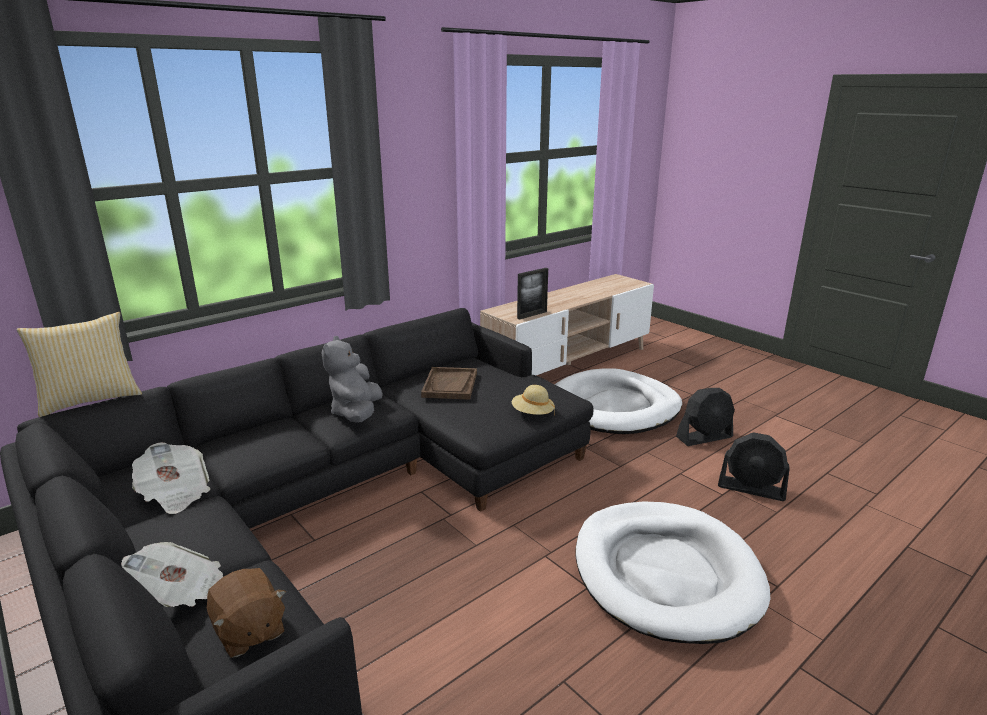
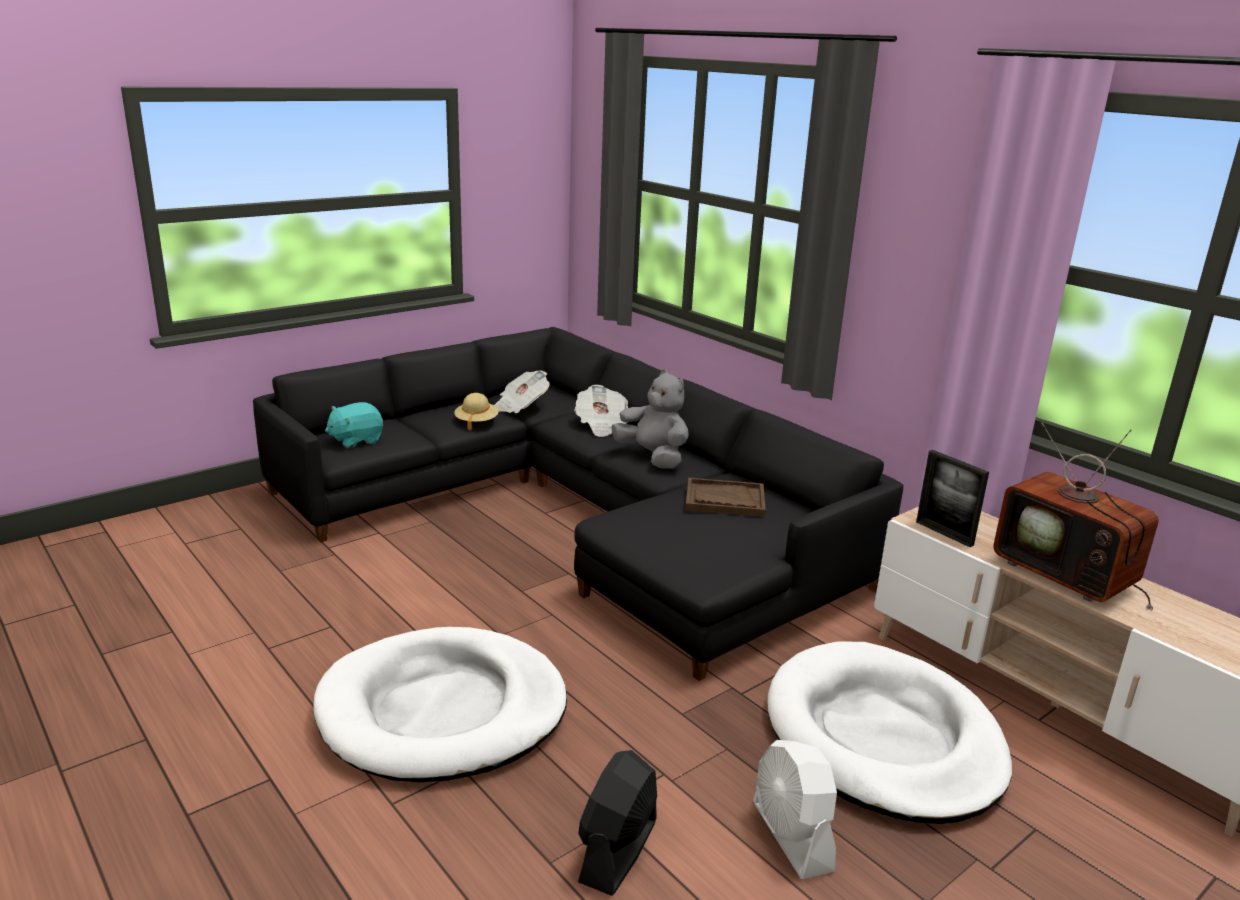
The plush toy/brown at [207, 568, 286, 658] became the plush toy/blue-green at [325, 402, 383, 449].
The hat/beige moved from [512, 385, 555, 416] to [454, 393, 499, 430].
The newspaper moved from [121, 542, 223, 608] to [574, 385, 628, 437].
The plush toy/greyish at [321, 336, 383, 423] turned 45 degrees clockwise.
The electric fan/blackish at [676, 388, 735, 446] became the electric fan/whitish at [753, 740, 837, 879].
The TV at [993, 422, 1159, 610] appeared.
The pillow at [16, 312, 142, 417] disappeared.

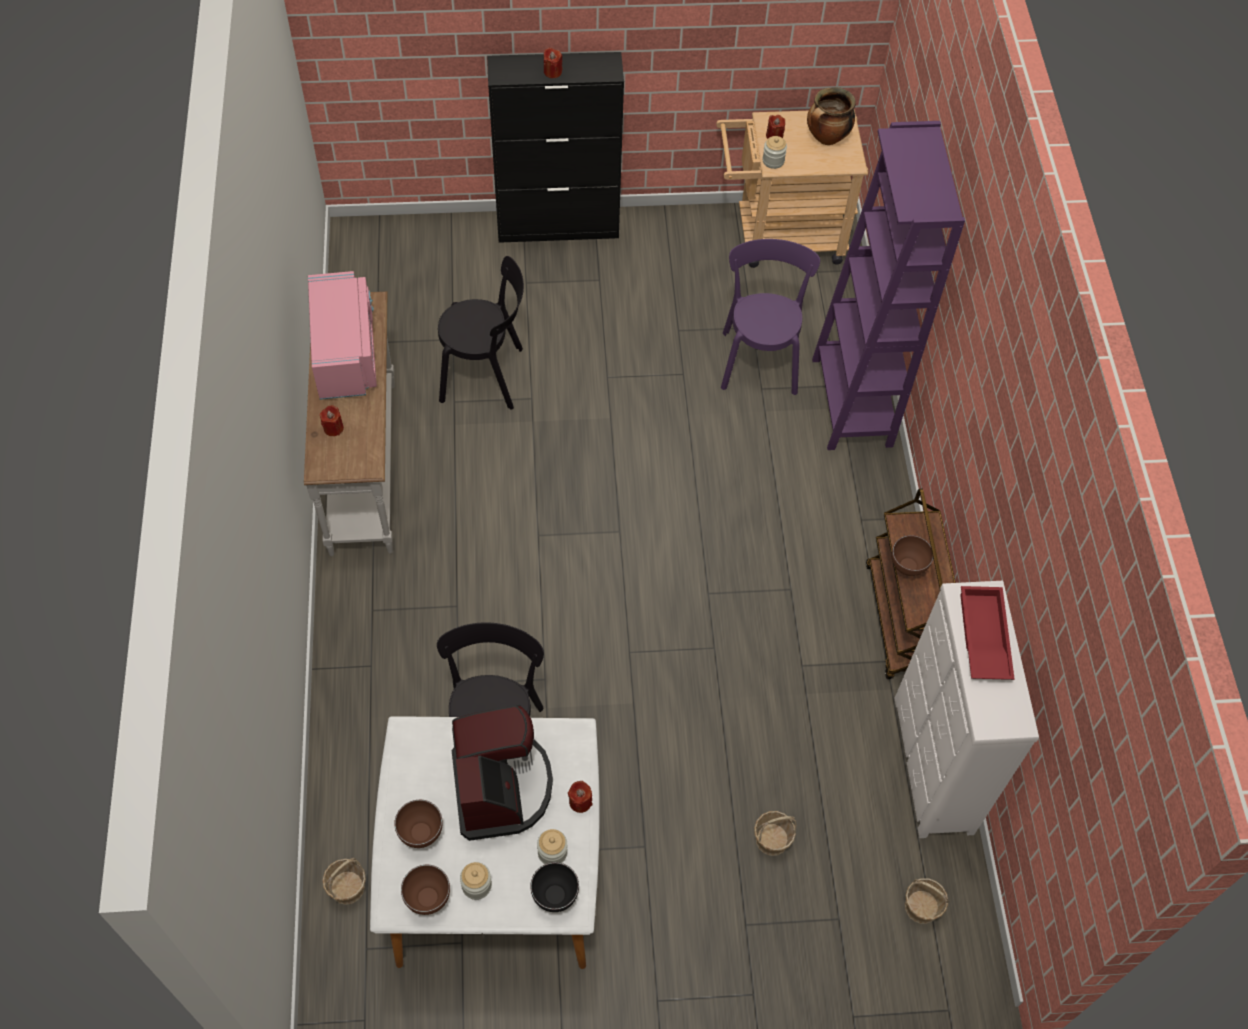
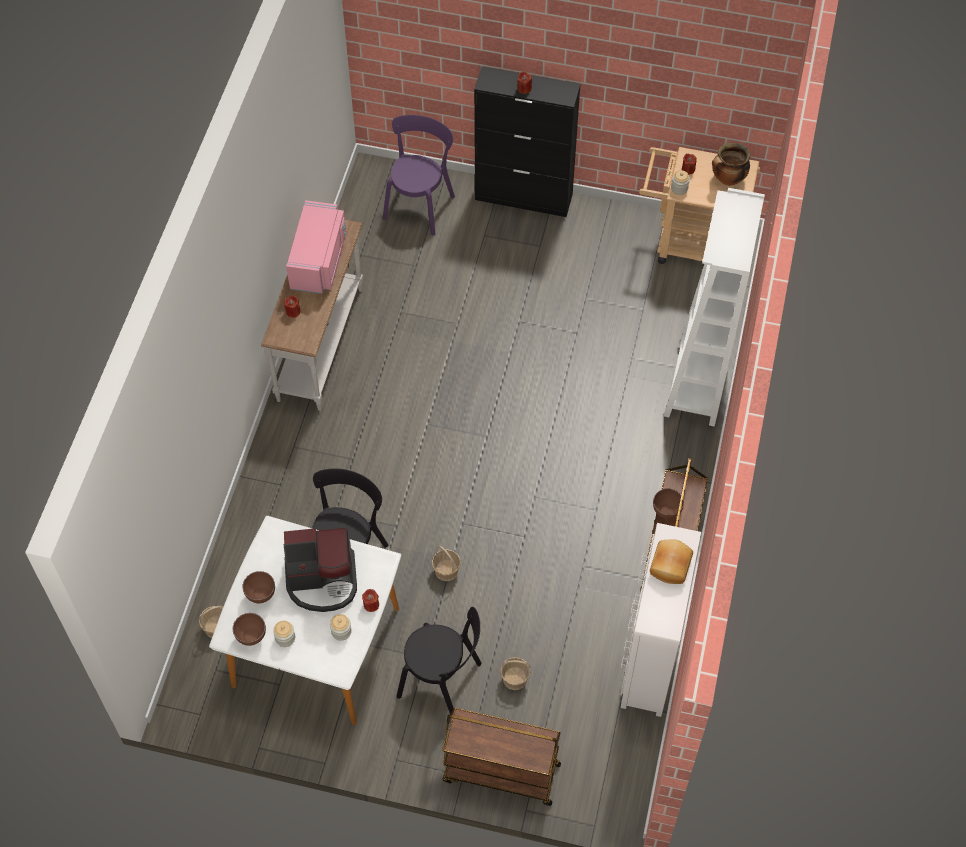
The coffee maker at [452, 705, 553, 841] turned 75 degrees clockwise.
The plain chair/purplish moved from [721, 239, 820, 395] to [383, 115, 455, 236].
The plain chair/blackish moved from [438, 256, 524, 409] to [396, 607, 482, 714].
The basket moved from [905, 878, 949, 924] to [432, 545, 461, 581].
The cart/brown at [442, 708, 561, 806] appeared.
The carrying tray/red at [960, 586, 1015, 680] was replaced by the baked bread at [650, 539, 693, 584].
The bookcase/purplish at [812, 121, 965, 450] became the bookcase/whitish at [664, 188, 765, 427].
The deep dish/blackish at [530, 862, 579, 912] disappeared.

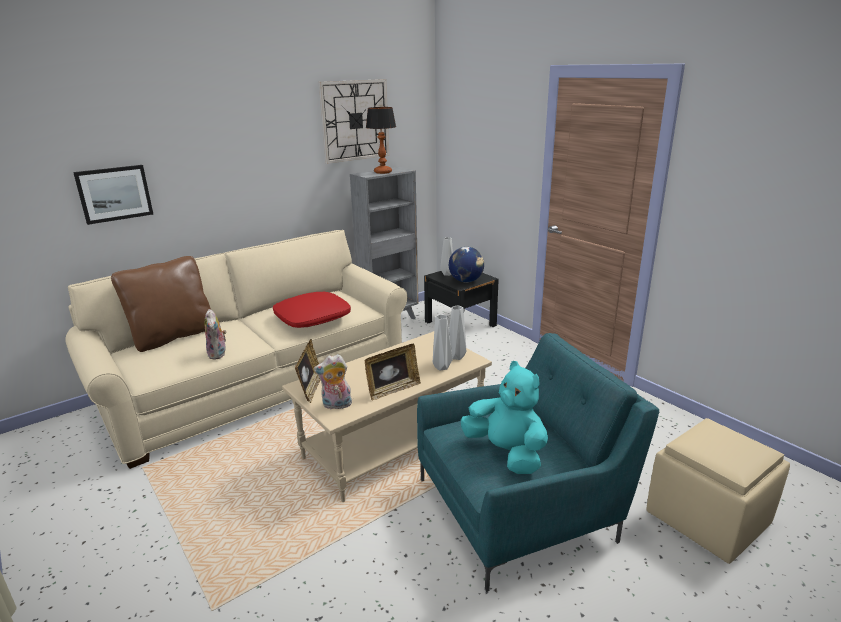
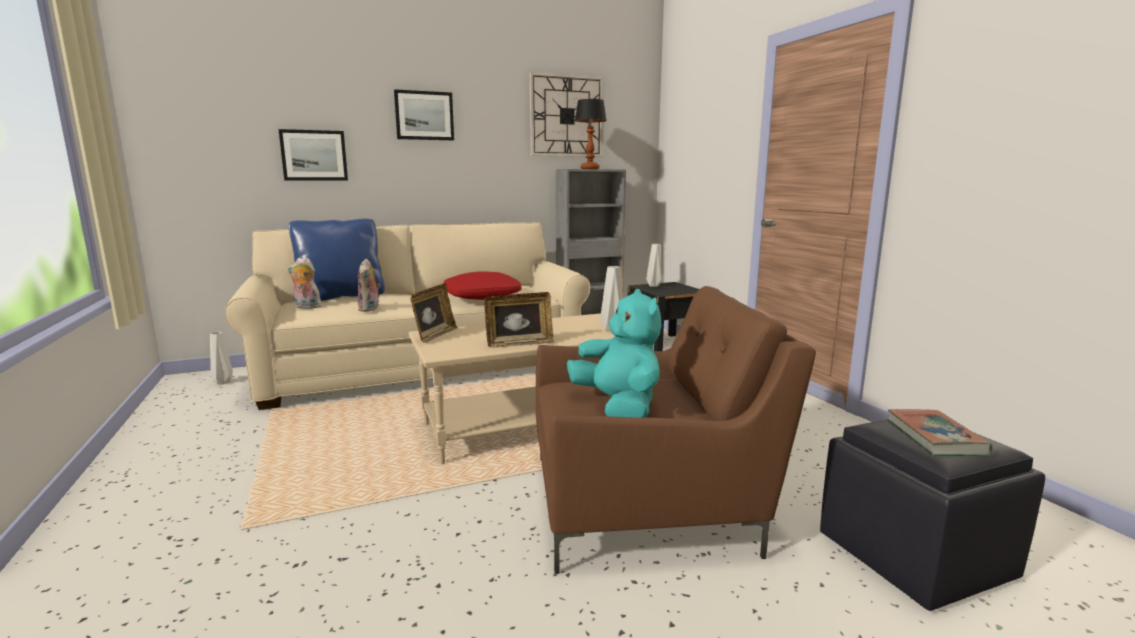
The flower vase/greyish moved from [433, 314, 453, 371] to [210, 332, 233, 384].
The pillow/brown at [111, 256, 211, 352] became the pillow/blue-coloured at [288, 219, 385, 301].
The plush toy moved from [314, 354, 352, 409] to [288, 258, 322, 309].
The picture at [394, 89, 454, 140] appeared.
The armchair/blue-green at [417, 333, 659, 592] became the armchair/brown at [536, 286, 816, 574].
The pouffe/beige at [646, 418, 790, 564] became the pouffe/blackish at [820, 419, 1045, 611].
The bound book at [887, 409, 992, 456] appeared.
The world globe at [449, 247, 484, 283] disappeared.

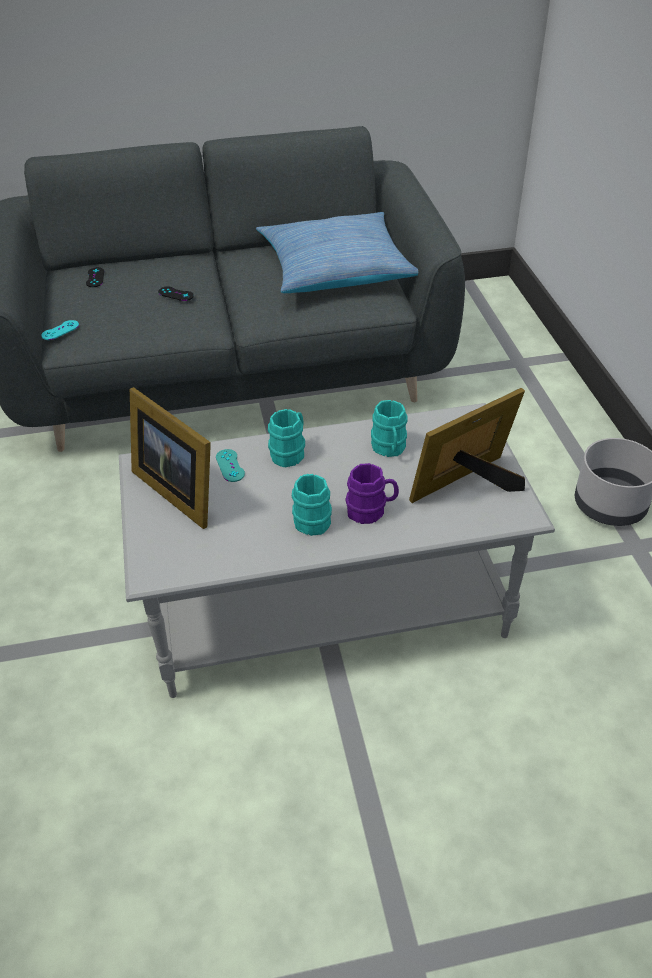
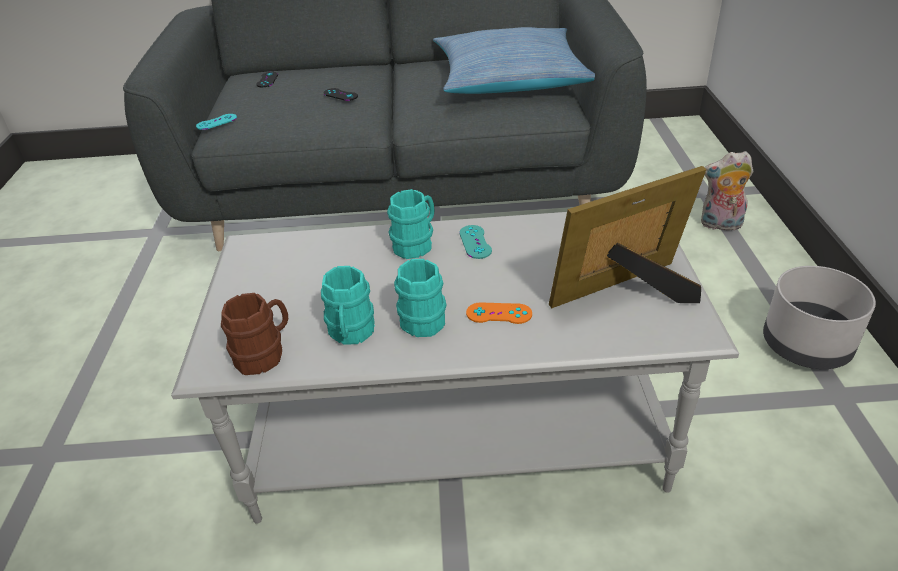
The mug/brown at [221, 293, 288, 375] appeared.
The mug/blue-green moved from [371, 400, 408, 457] to [321, 266, 375, 344].
The gamepad/blue-green moved from [216, 449, 245, 482] to [459, 225, 492, 259].
The mug/purplish at [345, 463, 399, 524] was replaced by the gamepad/orange at [466, 302, 532, 324].
The plush toy at [701, 151, 753, 233] appeared.
The photo frame at [130, 387, 211, 529] disappeared.

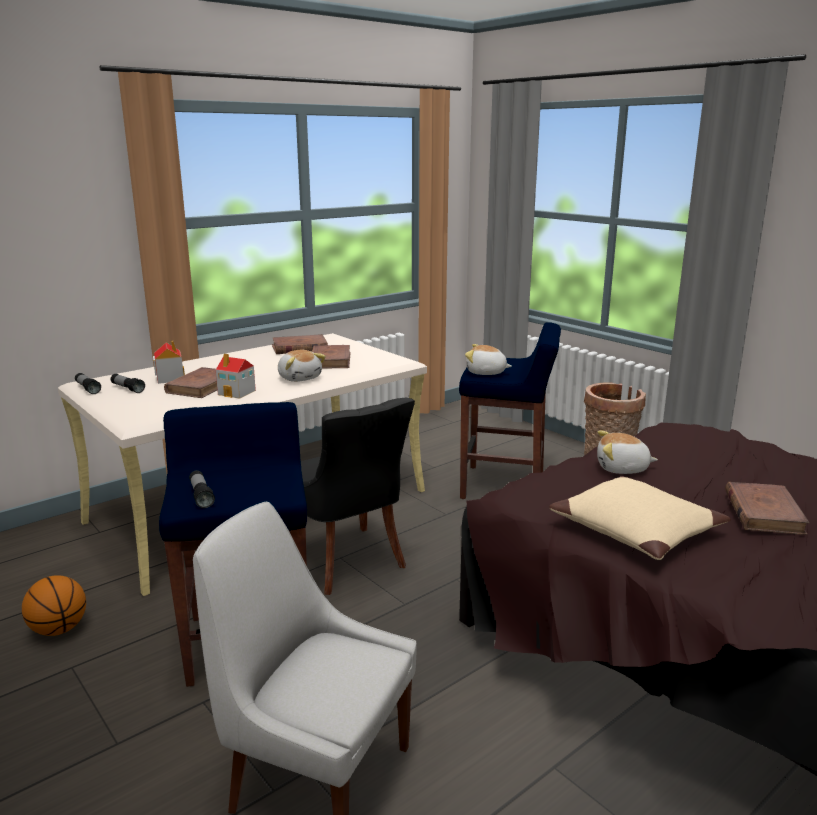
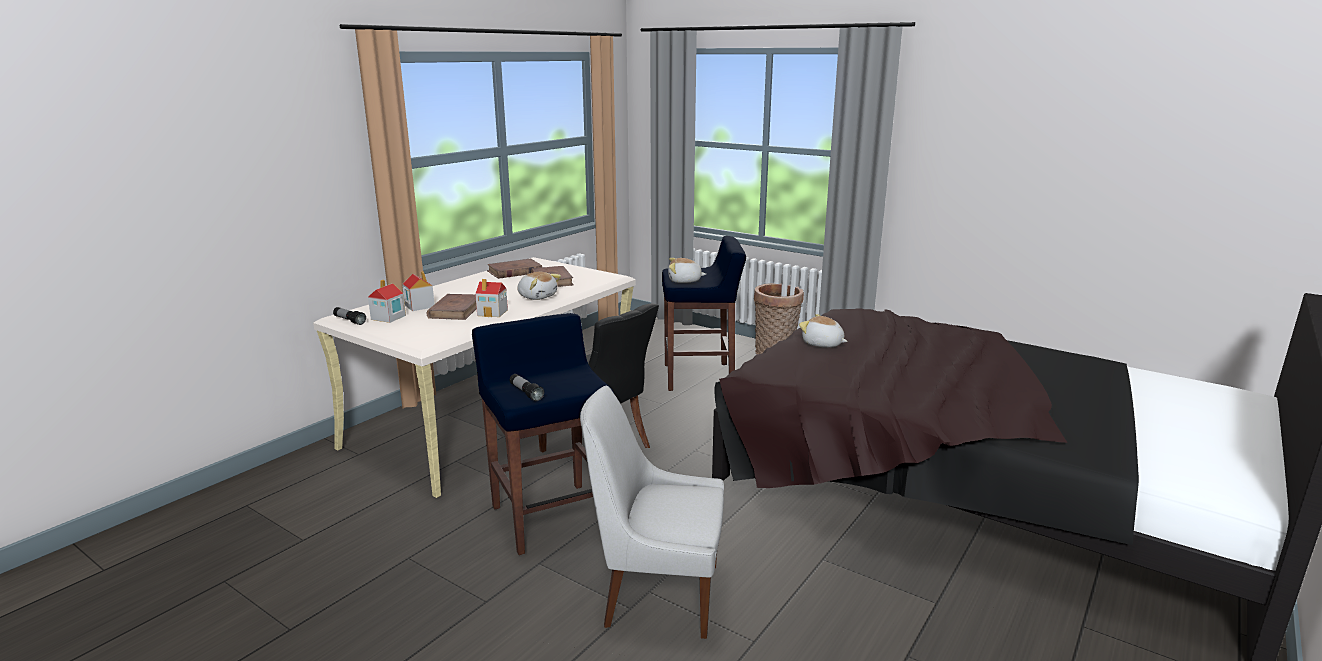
The hand torch at [111, 374, 145, 393] was replaced by the miniature house at [368, 280, 406, 323].
The plush toy at [597, 430, 658, 474] turned 45 degrees clockwise.
The basketball ball at [22, 575, 86, 636] disappeared.
The pillow/beige at [549, 476, 731, 560] disappeared.
The bound book/brown at [725, 482, 809, 535] disappeared.

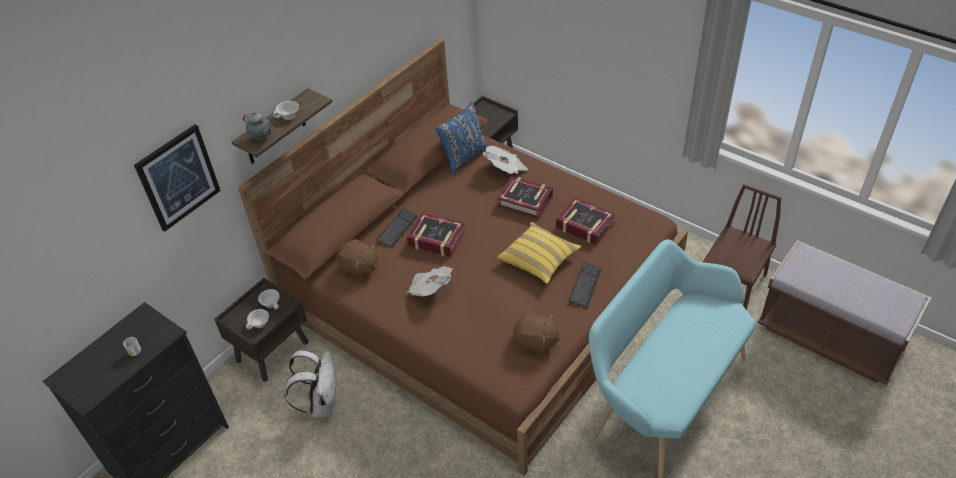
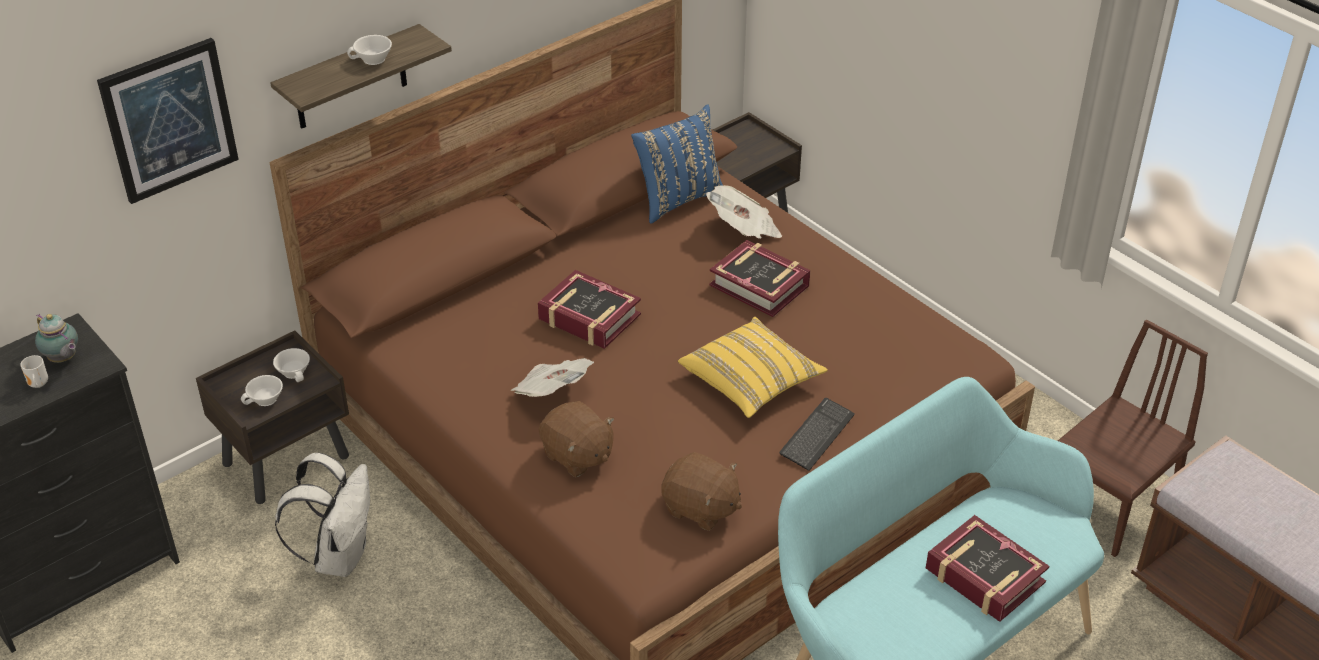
The pot for tea moved from [243, 111, 273, 140] to [35, 314, 78, 363].
The plush toy/brown moved from [336, 239, 378, 280] to [539, 401, 614, 477].
The bound book moved from [556, 197, 615, 245] to [926, 515, 1049, 622].
The computer keyboard at [376, 209, 418, 248] disappeared.

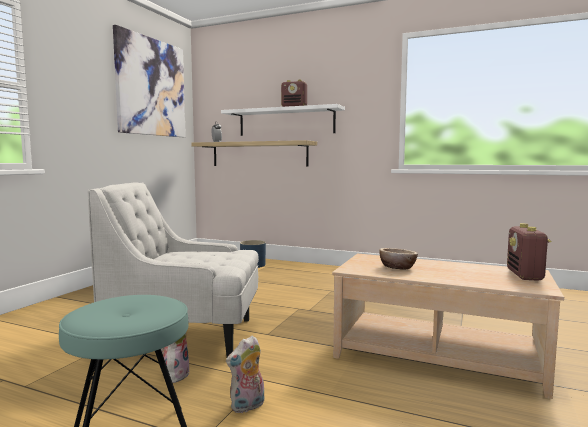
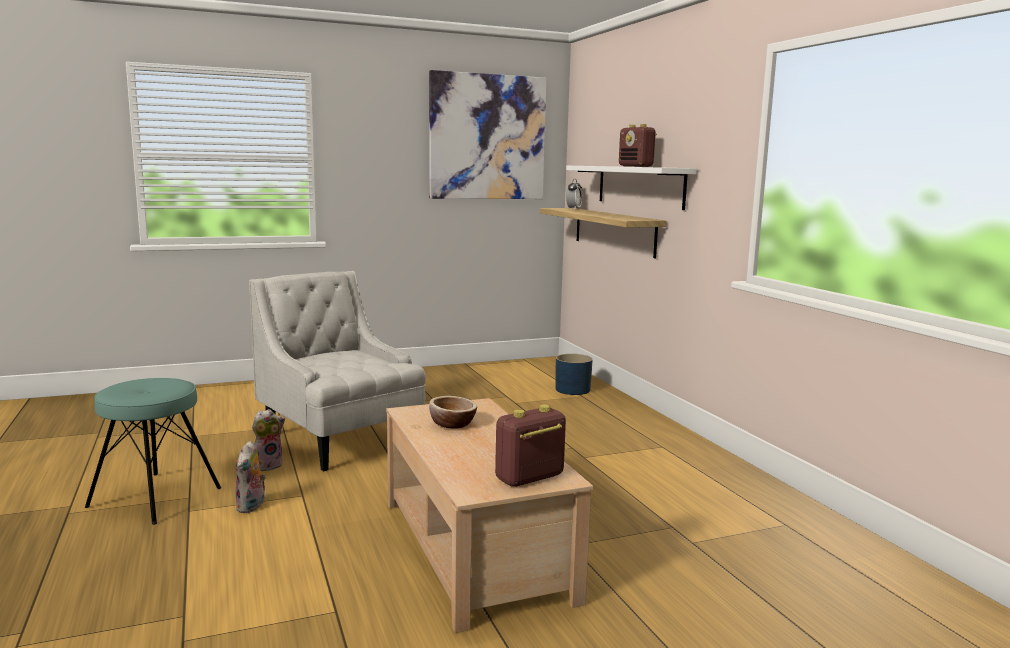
The plush toy at [226, 336, 265, 413] turned 90 degrees counterclockwise.

